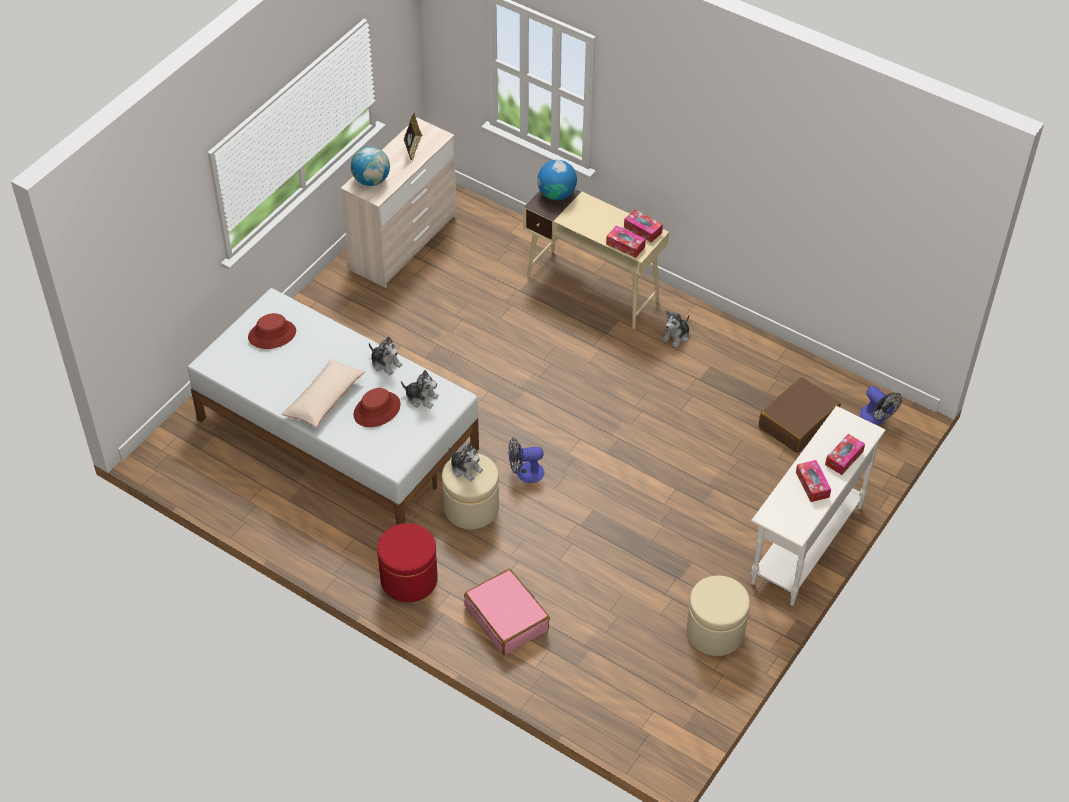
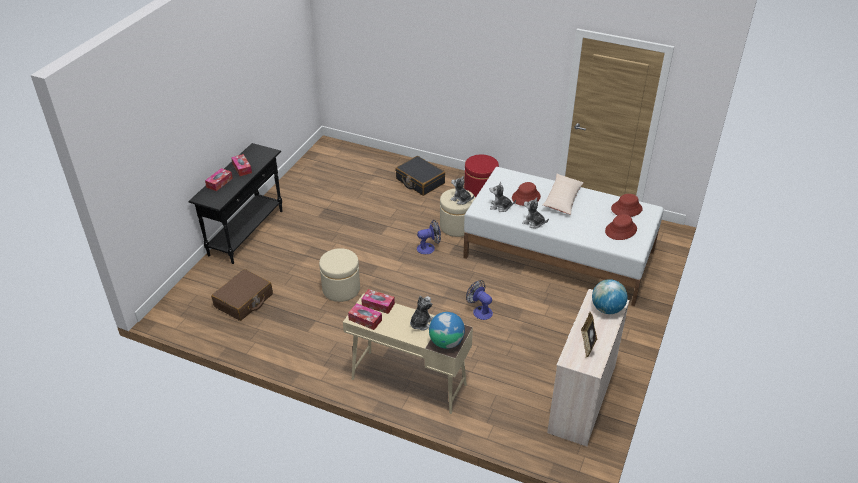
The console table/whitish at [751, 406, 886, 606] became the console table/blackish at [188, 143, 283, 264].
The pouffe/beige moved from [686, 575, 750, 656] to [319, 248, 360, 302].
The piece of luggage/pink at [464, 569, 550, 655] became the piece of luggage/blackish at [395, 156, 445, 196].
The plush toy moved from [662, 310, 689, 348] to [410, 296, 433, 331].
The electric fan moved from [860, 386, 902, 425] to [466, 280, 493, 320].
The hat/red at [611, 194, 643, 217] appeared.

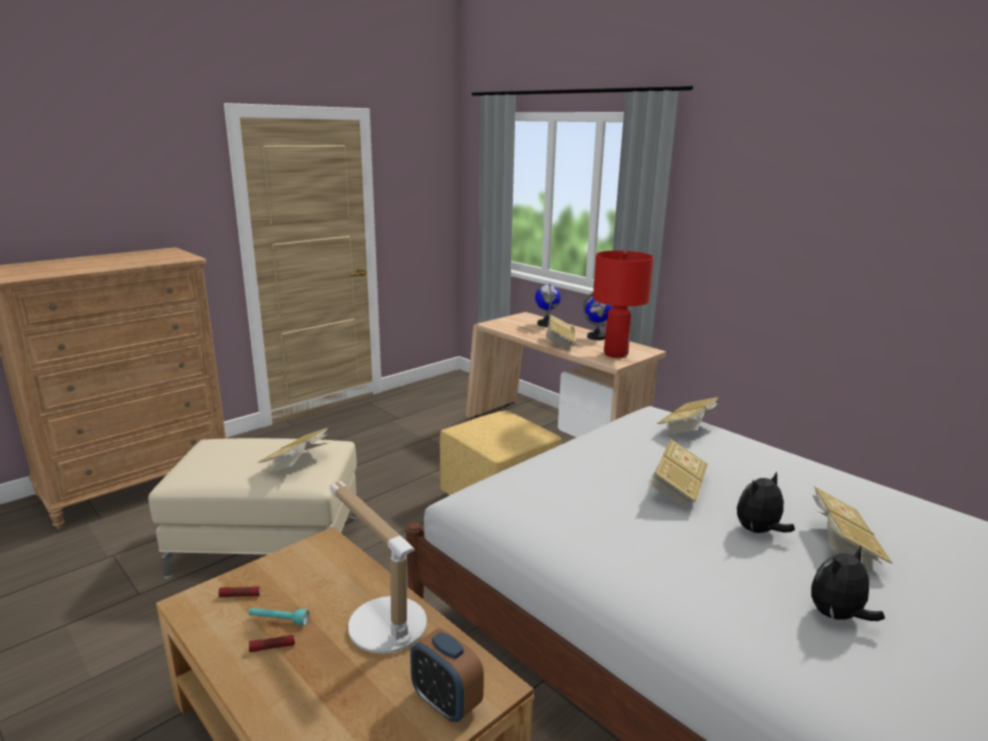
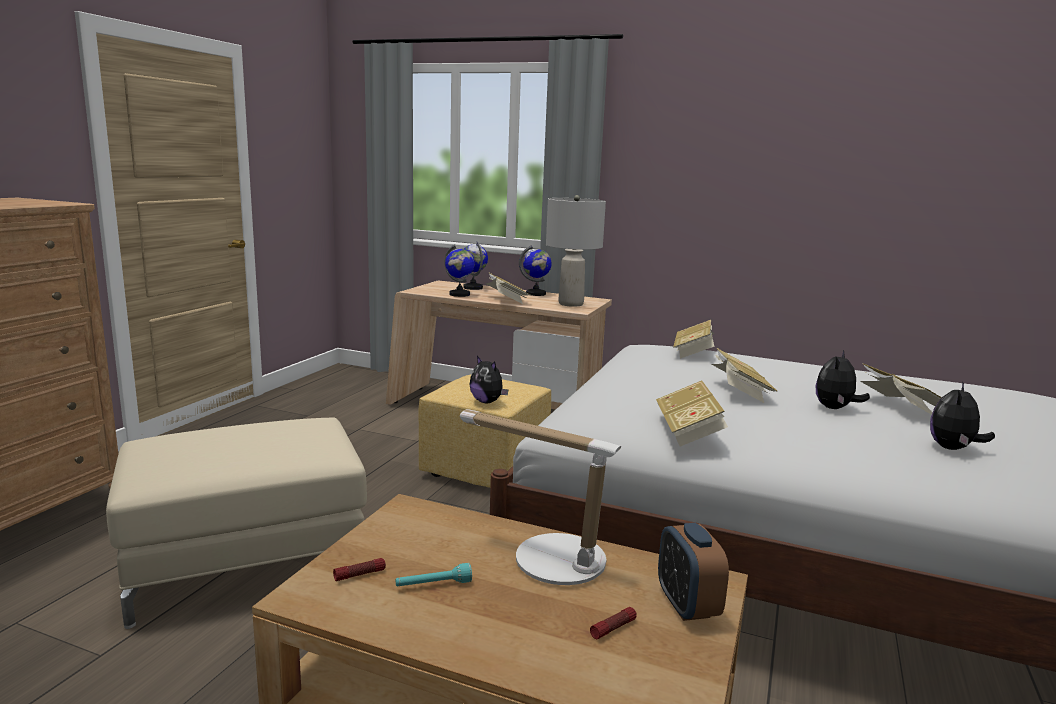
The world globe at [444, 244, 475, 297] appeared.
The plush toy at [469, 356, 508, 403] appeared.
The lamp for a table/red at [593, 251, 654, 358] became the lamp for a table/greyish at [546, 195, 606, 307].
The hand torch moved from [249, 635, 295, 652] to [590, 607, 637, 639].
The bound book moved from [257, 427, 329, 473] to [656, 381, 728, 446].
The alarm clock at [410, 628, 484, 722] turned 60 degrees clockwise.

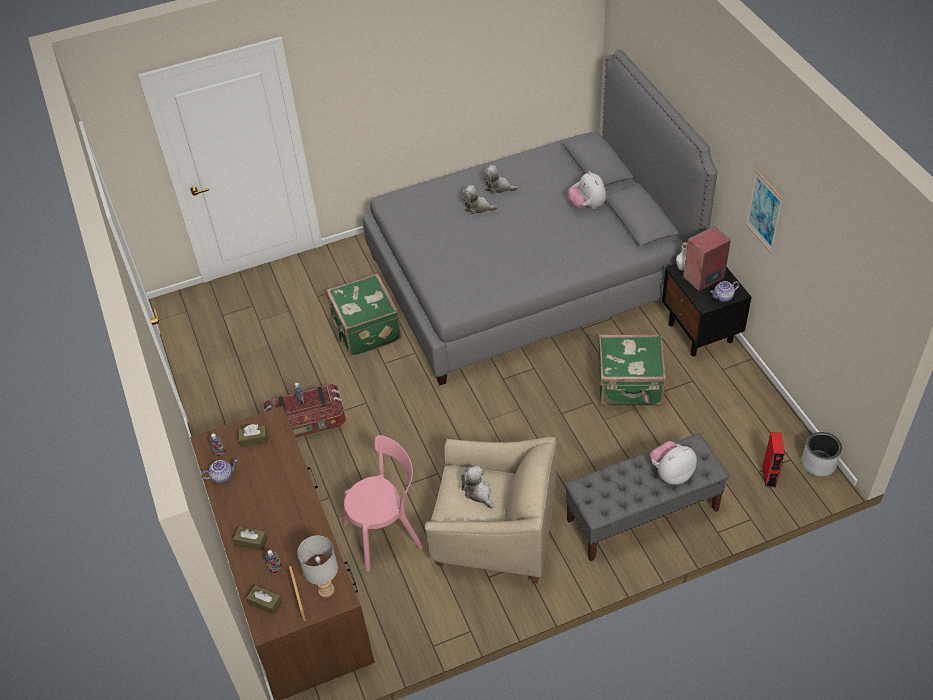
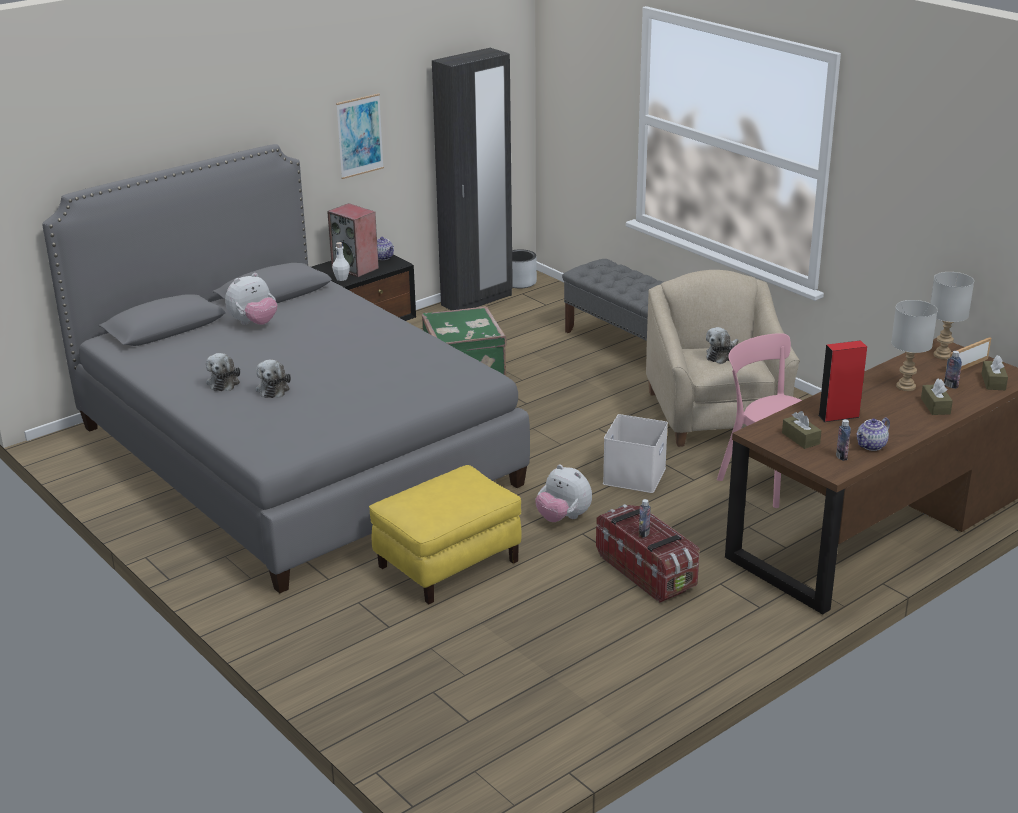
The piece of luggage/green-coloured at [326, 273, 402, 357] was replaced by the pouffe/yellow-coloured at [369, 465, 522, 604].
The wardrobe/blackish at [432, 48, 513, 310] appeared.
The plush toy moved from [650, 441, 697, 485] to [535, 465, 592, 522].
The storage container/whitish at [603, 414, 668, 493] appeared.
The loudspeaker/red moved from [762, 432, 785, 487] to [818, 340, 867, 422].
The pot for tea at [201, 460, 238, 483] turned 90 degrees counterclockwise.
The lamp for a table/greyish at [891, 300, 938, 391] appeared.

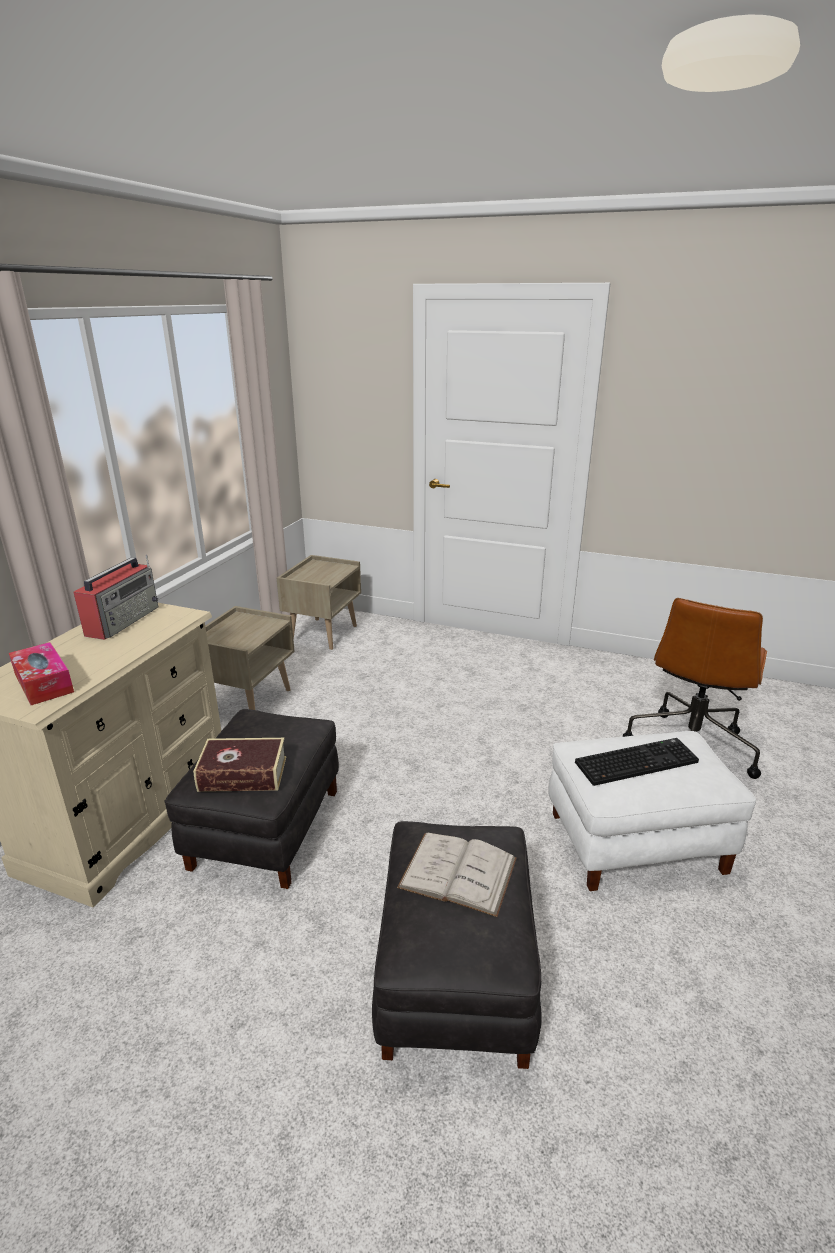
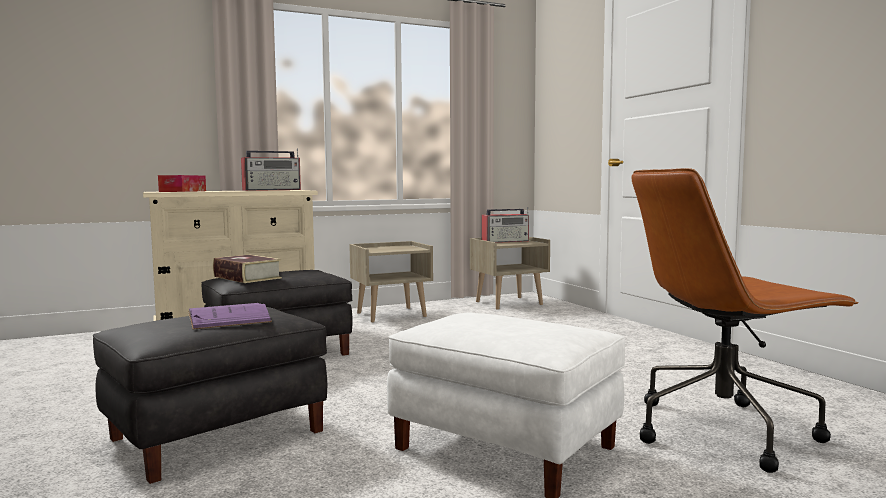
The bound book/whitish at [397, 833, 517, 917] became the bound book/purplish at [188, 303, 272, 330].
The radio receiver at [482, 207, 529, 243] appeared.
The computer keyboard at [575, 738, 699, 786] disappeared.

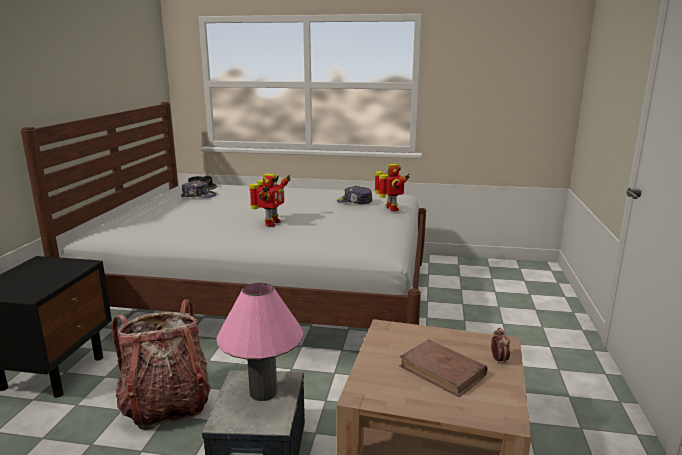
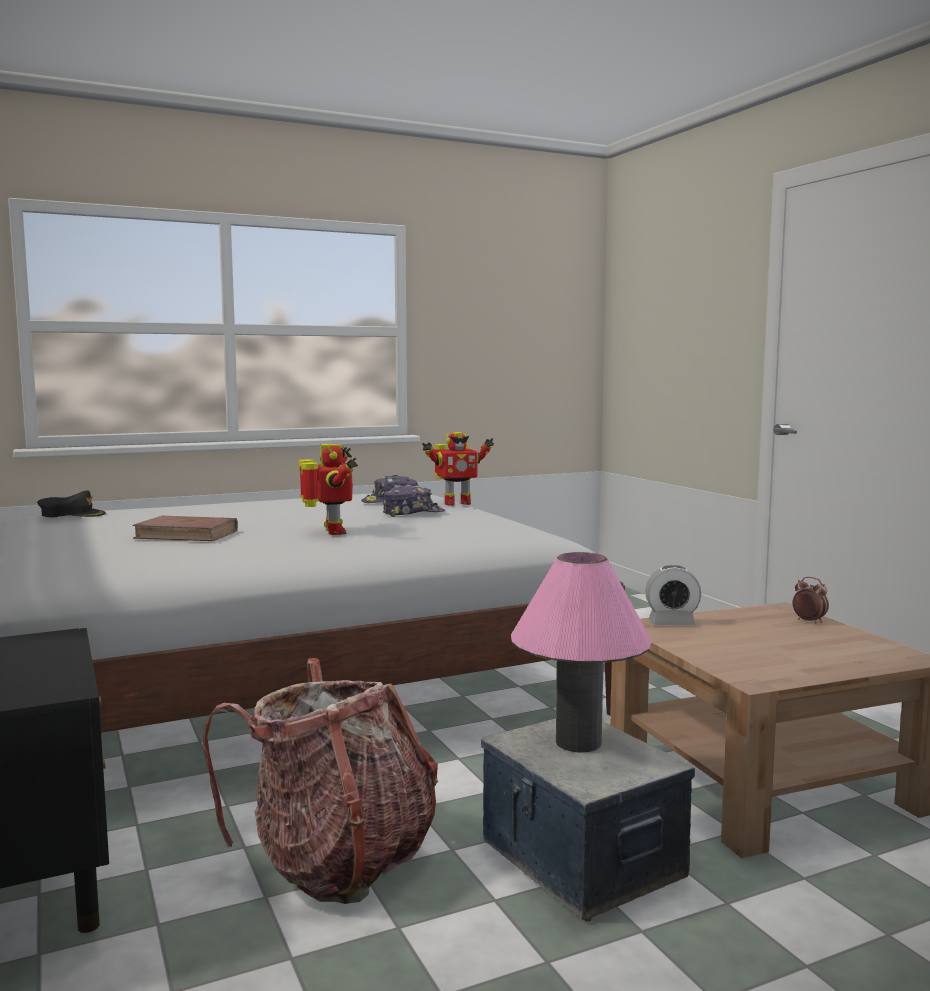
The bound book/brown moved from [399, 339, 487, 397] to [132, 516, 238, 541].
The peaked cap moved from [181, 180, 217, 198] to [383, 485, 445, 517].
The model robot at [374, 163, 410, 211] turned 120 degrees clockwise.
The alarm clock at [645, 565, 701, 625] appeared.

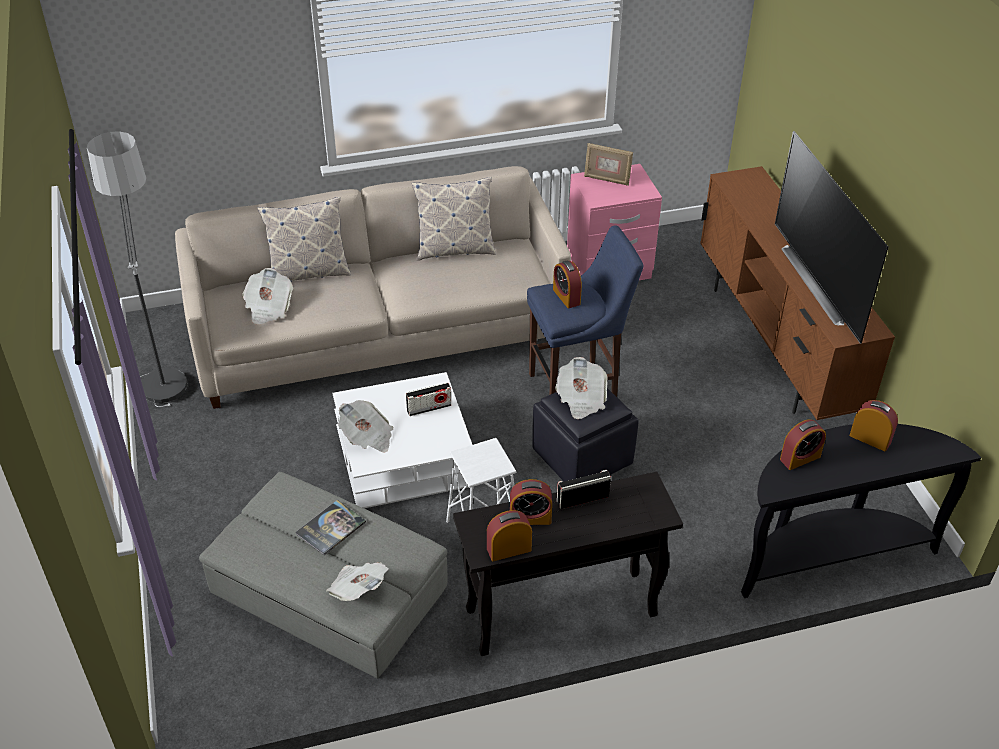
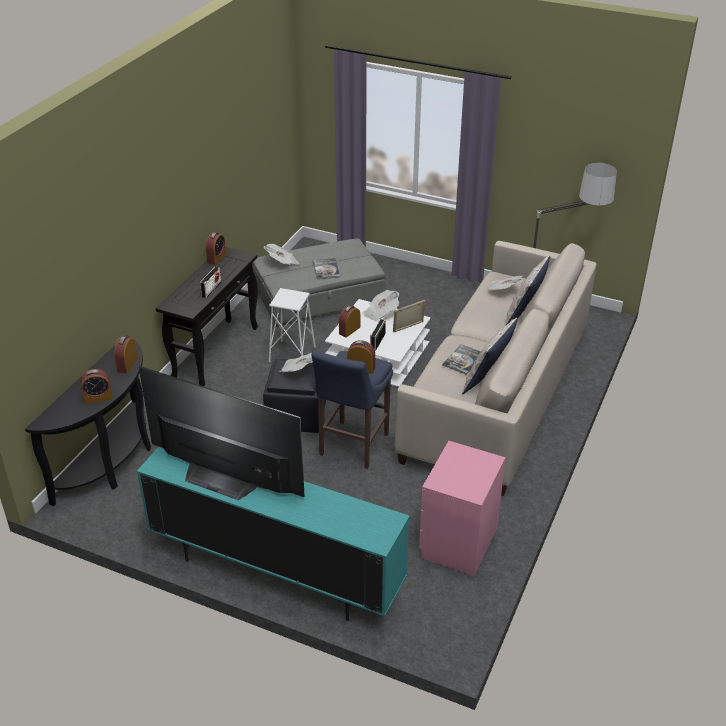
The media console/brown at [700, 166, 895, 420] became the media console/blue-green at [137, 447, 410, 621].
The alarm clock moved from [510, 479, 552, 525] to [339, 305, 360, 338].
The photo frame moved from [584, 143, 633, 186] to [393, 300, 425, 332].
The bound book at [442, 344, 481, 375] appeared.

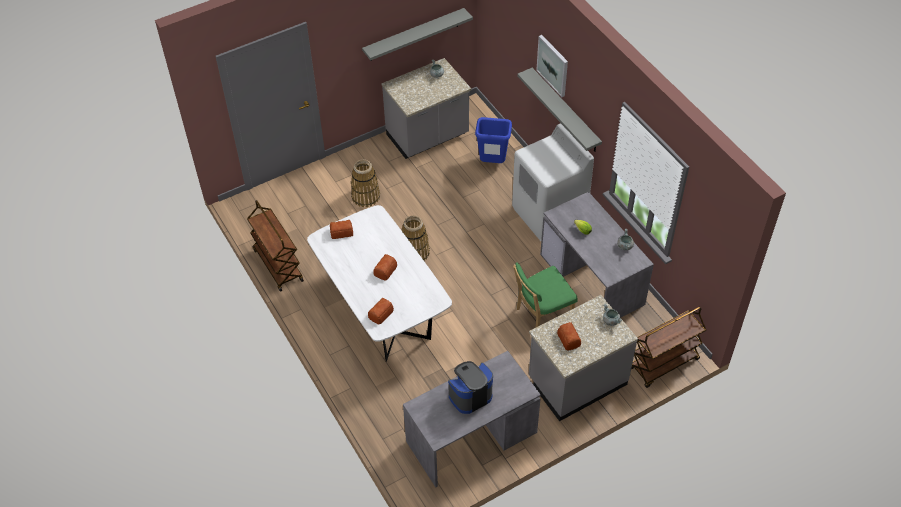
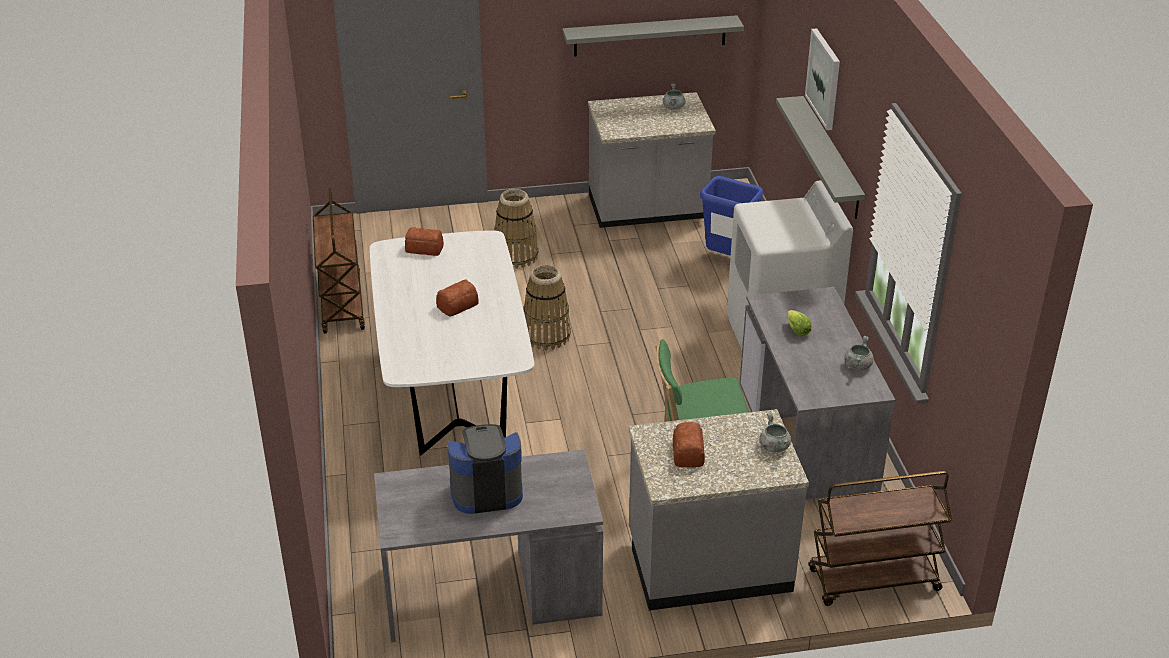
The baked bread at [368, 298, 394, 325] disappeared.

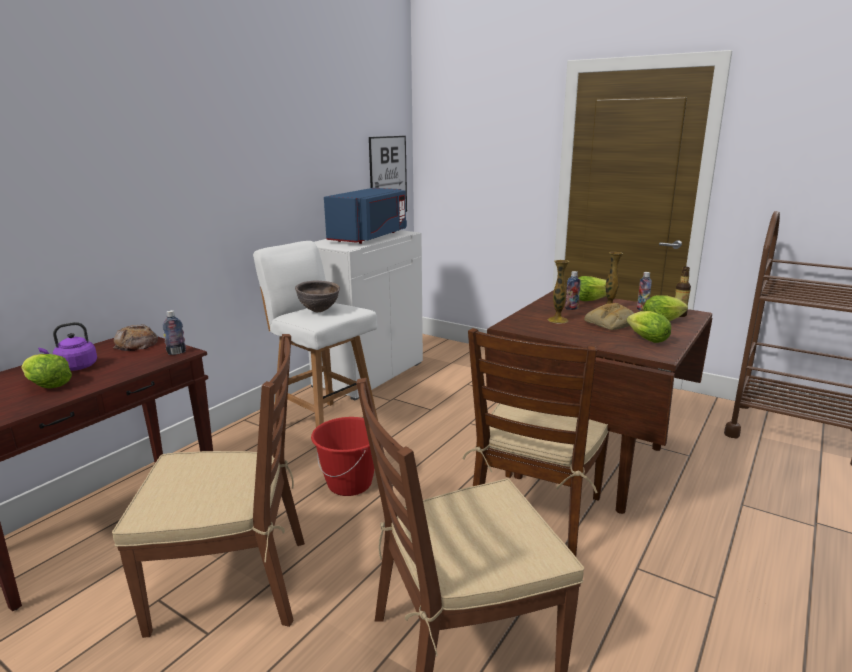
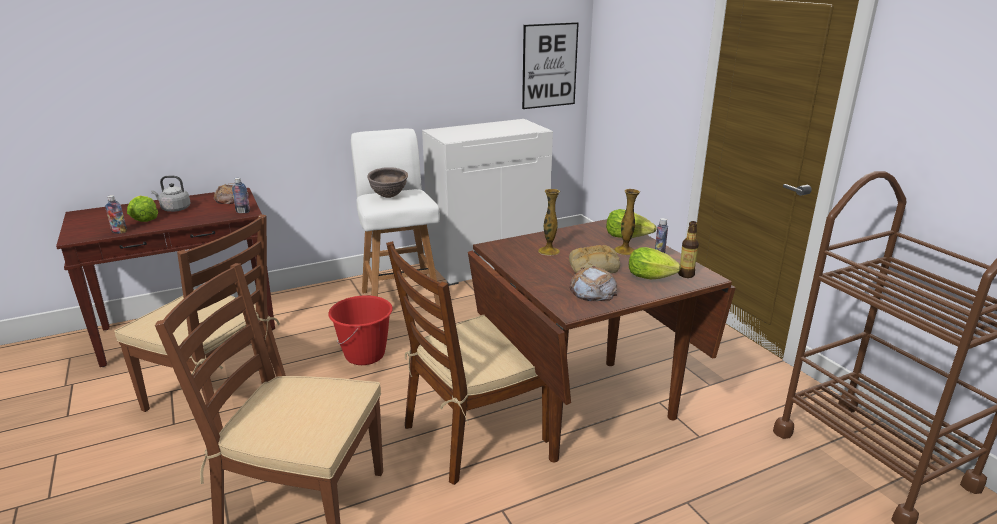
The beverage bottle moved from [565, 271, 581, 310] to [105, 195, 127, 234].
The water kettle/purplish at [38, 322, 97, 371] became the water kettle/greyish at [151, 176, 191, 212].
The head of lettuce at [627, 311, 671, 343] was replaced by the baked bread at [570, 266, 617, 301].
The microwave oven/blue-coloured at [324, 188, 407, 244] disappeared.

